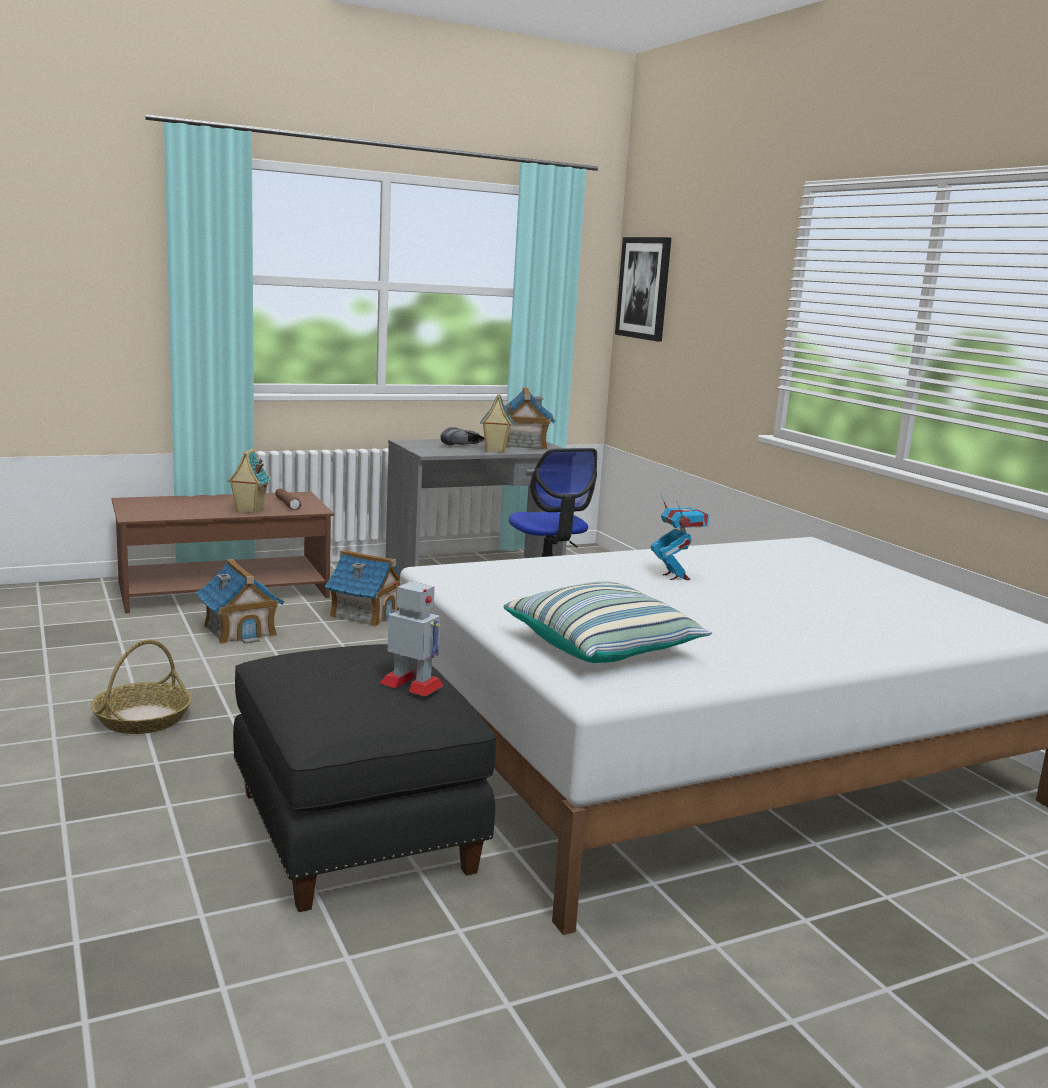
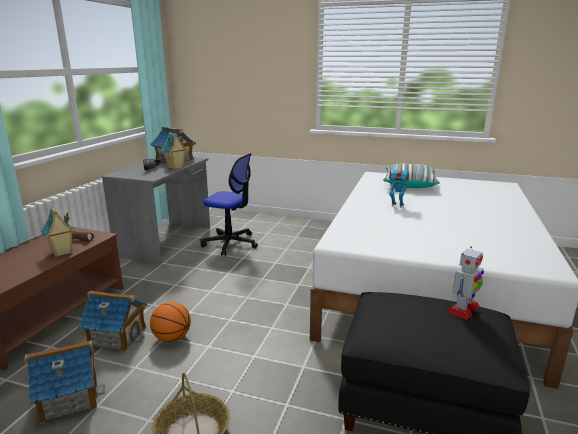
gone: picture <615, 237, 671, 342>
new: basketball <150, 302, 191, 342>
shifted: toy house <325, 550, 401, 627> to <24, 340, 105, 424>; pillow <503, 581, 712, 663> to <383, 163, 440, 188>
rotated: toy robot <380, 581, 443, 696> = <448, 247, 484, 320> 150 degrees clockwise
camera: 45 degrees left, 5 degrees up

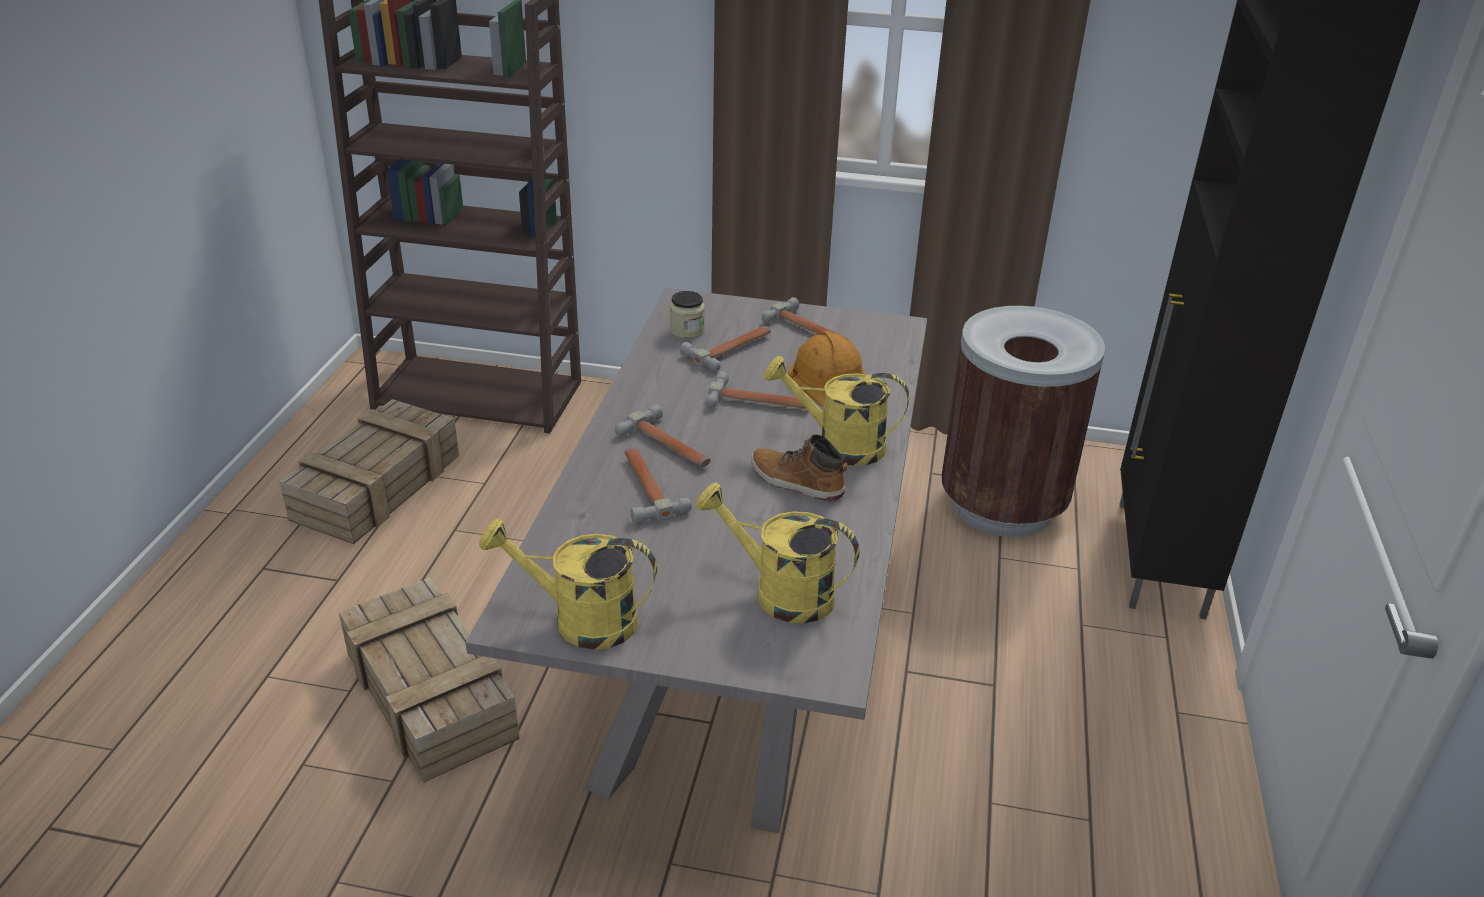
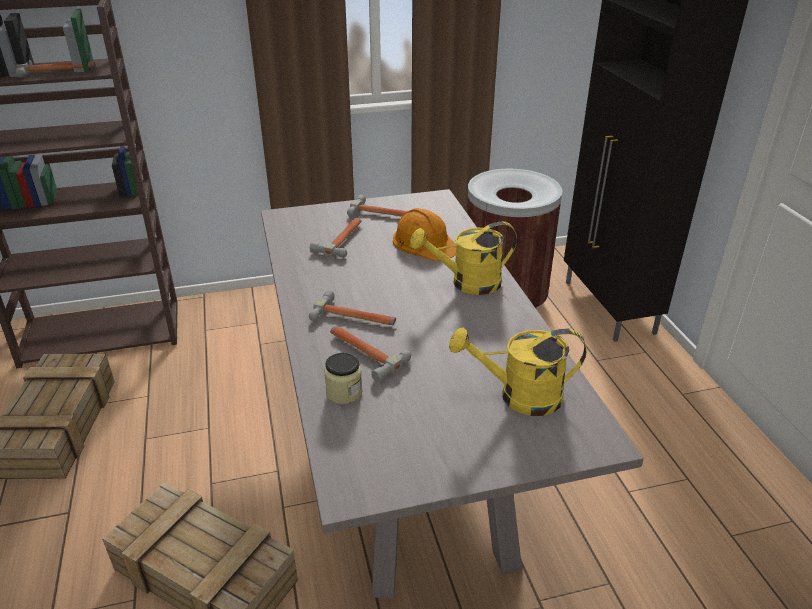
gone: yellow watering can <479, 518, 657, 650>; boot <751, 434, 848, 501>
shifted: jar <670, 291, 705, 339> to <324, 353, 362, 404>; hammer <706, 371, 806, 409> to <16, 59, 95, 78>
camera: 25 degrees left, 0 degrees up

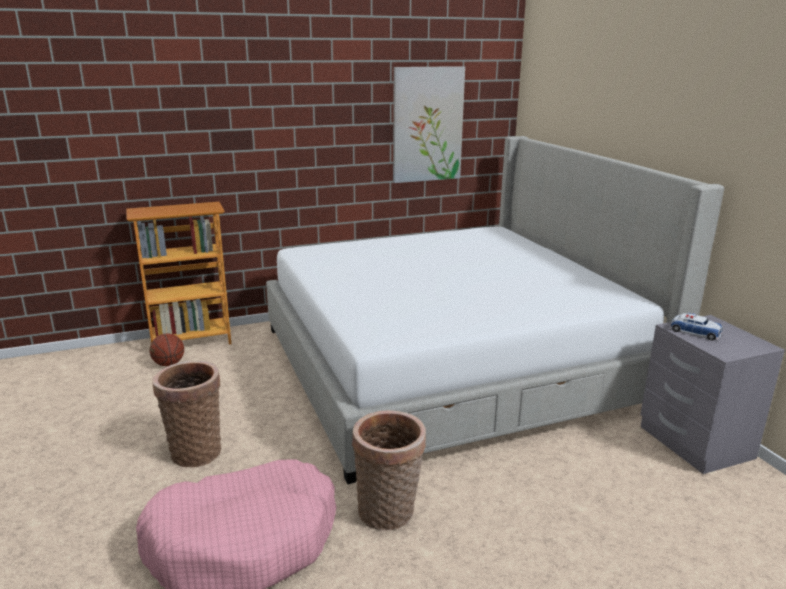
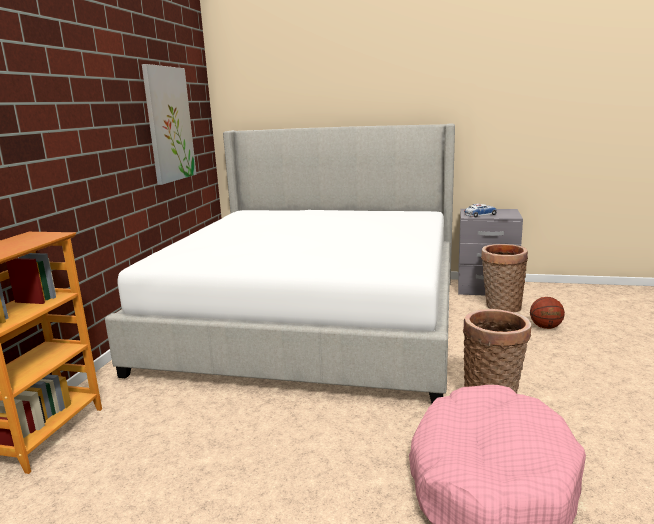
shifted: basketball <150, 333, 184, 366> to <530, 297, 565, 329>; basket <152, 361, 221, 467> to <481, 244, 528, 312>
camera: 55 degrees left, 5 degrees down

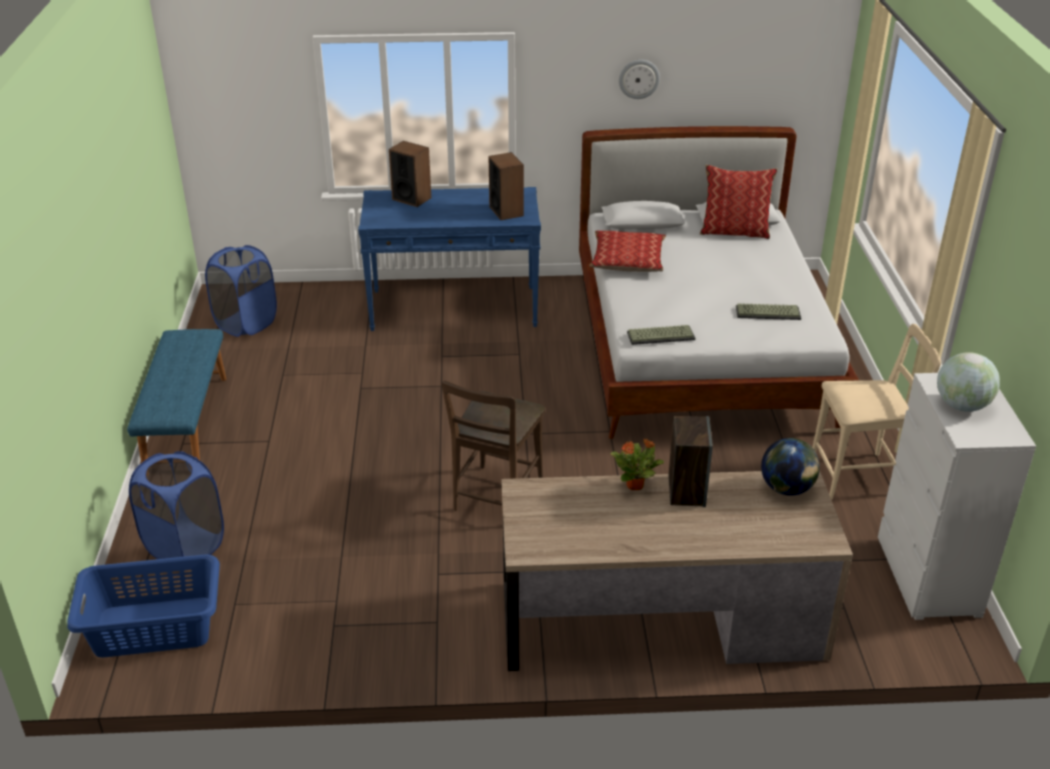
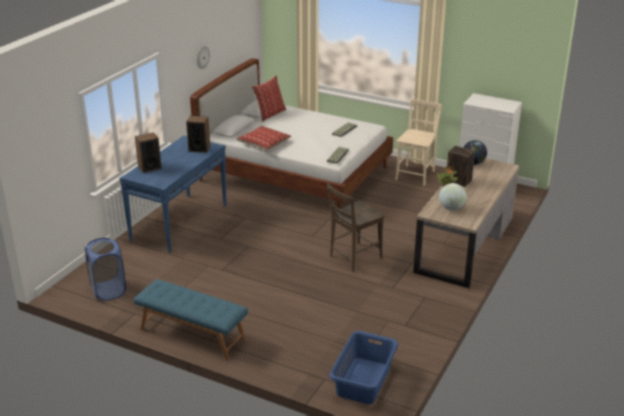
gone: blue laundry basket <129, 451, 224, 559>
shifted: globe <937, 352, 1000, 412> to <439, 183, 466, 210>
rotated: brown chair <441, 381, 545, 511> = <327, 183, 385, 272> 90 degrees clockwise
camera: 60 degrees left, 5 degrees down

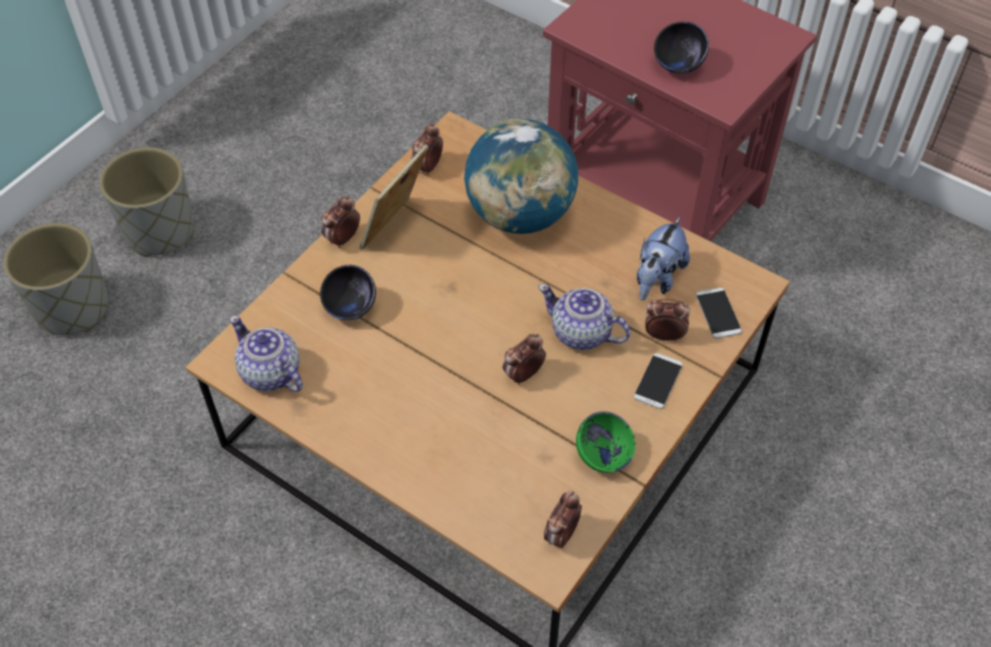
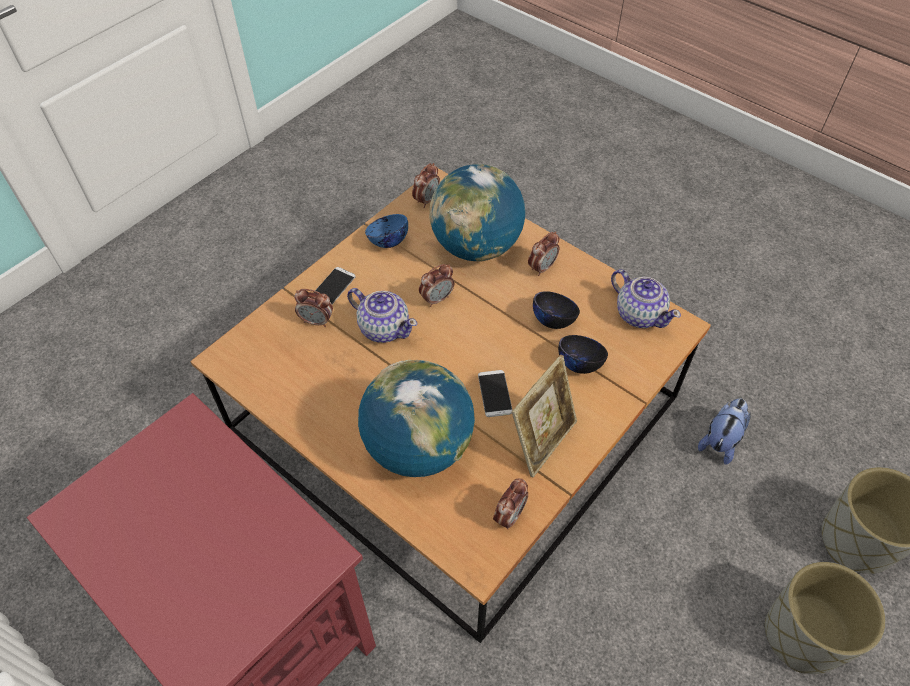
new: globe <429, 164, 525, 261>
shifted: alarm clock <321, 196, 360, 248> to <528, 231, 560, 276>; plush toy <637, 217, 690, 301> to <698, 399, 751, 465>; black bowl <654, 21, 709, 74> to <533, 291, 580, 329>; phone <696, 287, 742, 338> to <478, 370, 513, 417>
repainted: green bowl <576, 411, 636, 473> to blue bowl <365, 214, 408, 248>
camera: 175 degrees left, 0 degrees up

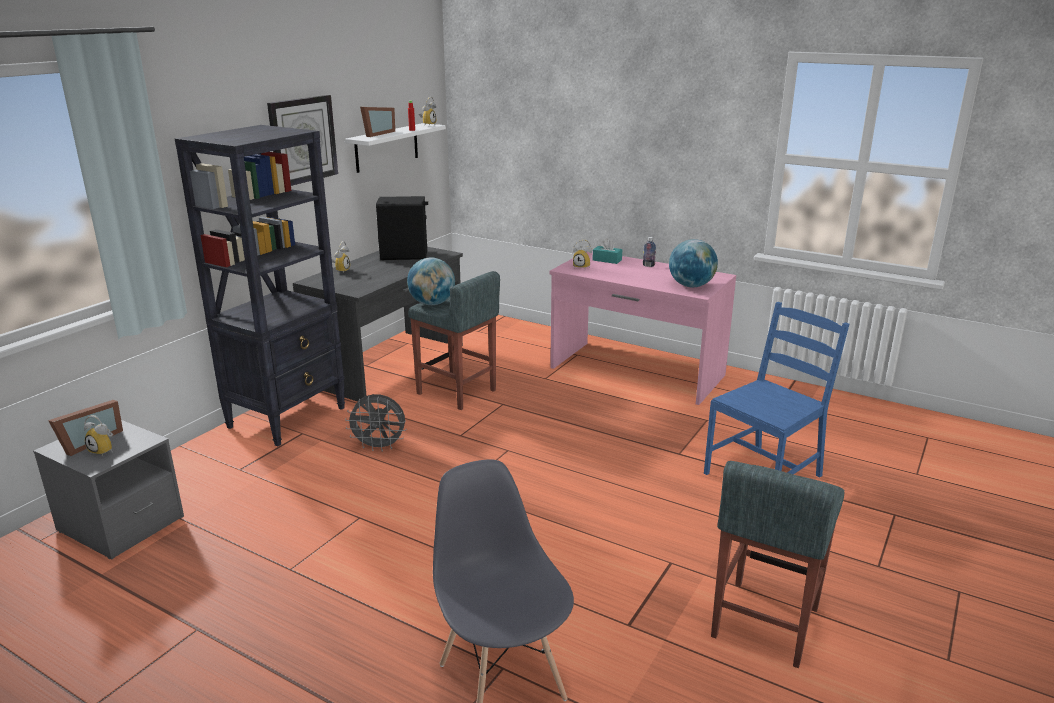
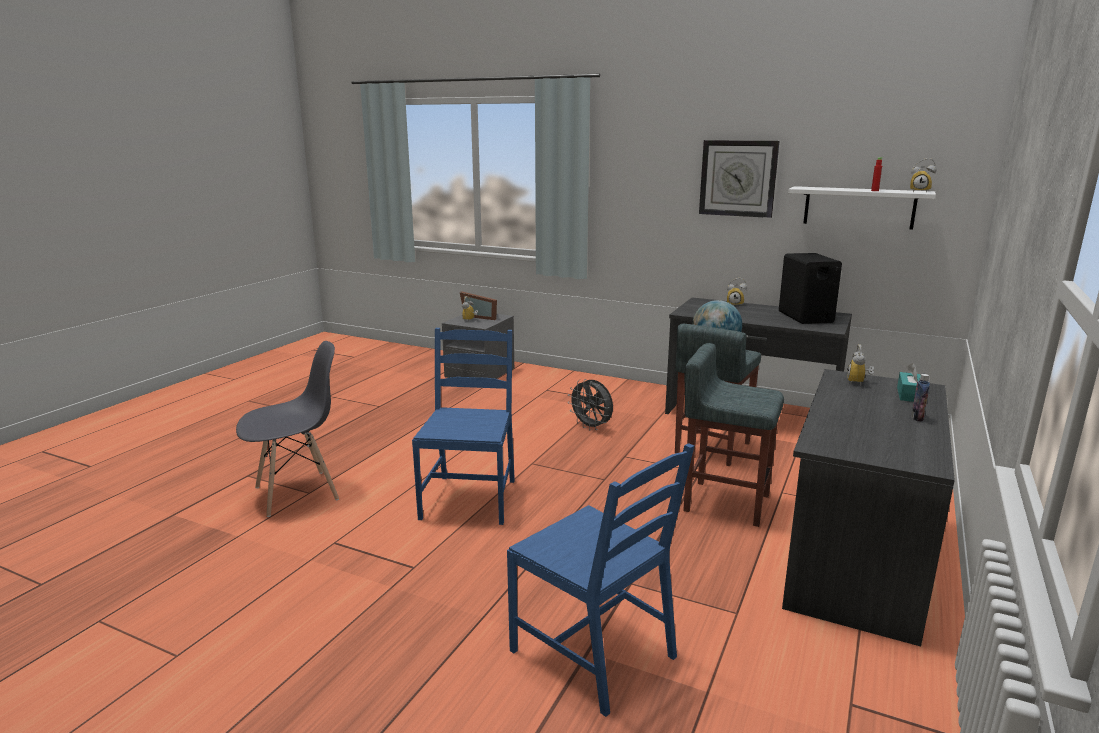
gone: black bookcase <175, 125, 345, 447>; picture frame <360, 107, 395, 137>; globe <669, 239, 718, 287>
new: blue chair <412, 328, 515, 525>
shifted: grey stool <711, 461, 844, 668> to <683, 343, 784, 527>
repainted: pink desk <549, 251, 736, 405> to grey desk <782, 369, 955, 647>
rotated: grey fan <345, 394, 406, 452> = <568, 379, 613, 430> 45 degrees counterclockwise
camera: 85 degrees right, 5 degrees down

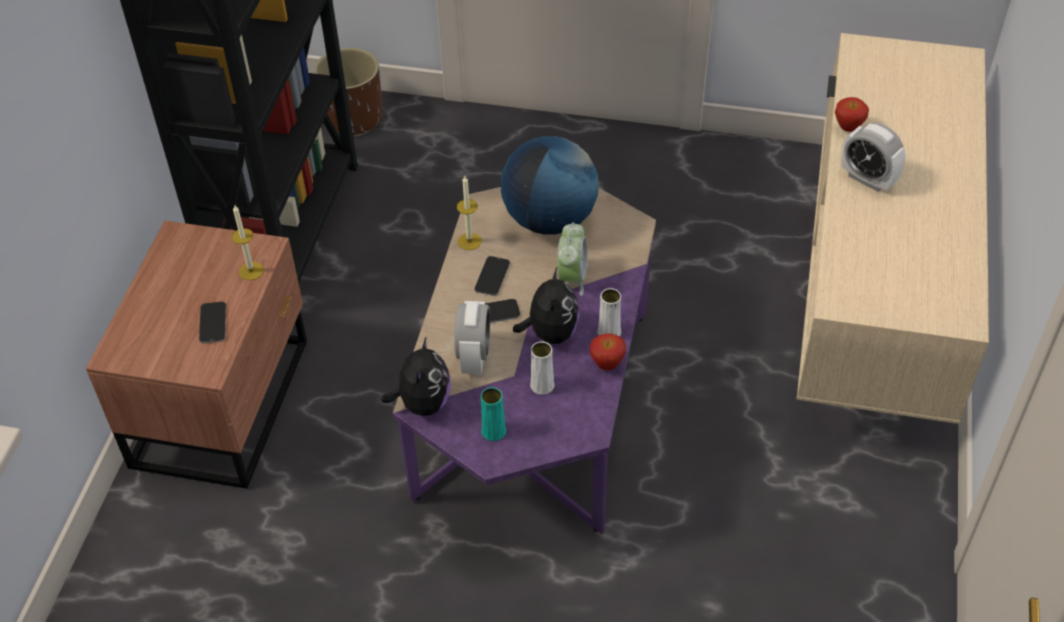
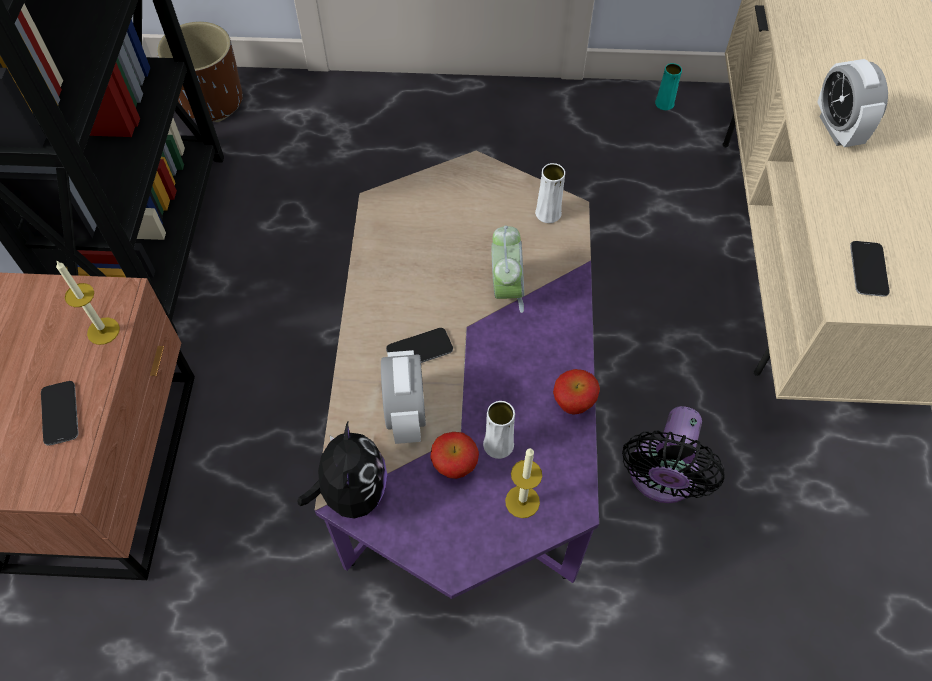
gone: globe <501, 136, 598, 235>; plush toy <513, 266, 580, 344>
new: black fan <622, 406, 725, 503>
shifted: candle <457, 176, 482, 250> to <505, 448, 542, 518>; phone <474, 256, 510, 296> to <850, 241, 890, 296>; turquoise vase <481, 387, 506, 441> to <655, 63, 682, 110>; white vase <598, 288, 621, 337> to <535, 163, 565, 223>; apple <835, 97, 869, 132> to <430, 432, 479, 479>
rotated: alarm clock <841, 123, 906, 192> = <818, 59, 888, 147> 45 degrees clockwise
camera: 10 degrees left, 10 degrees up

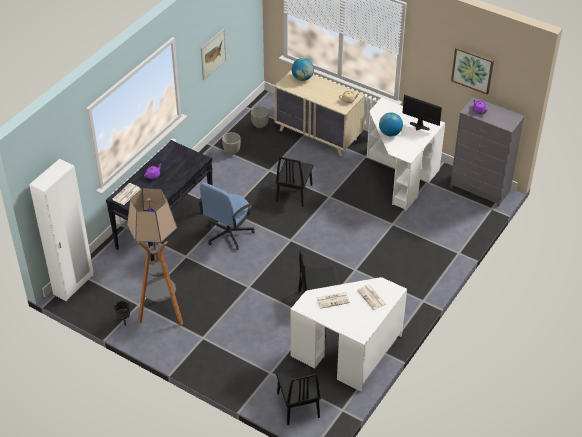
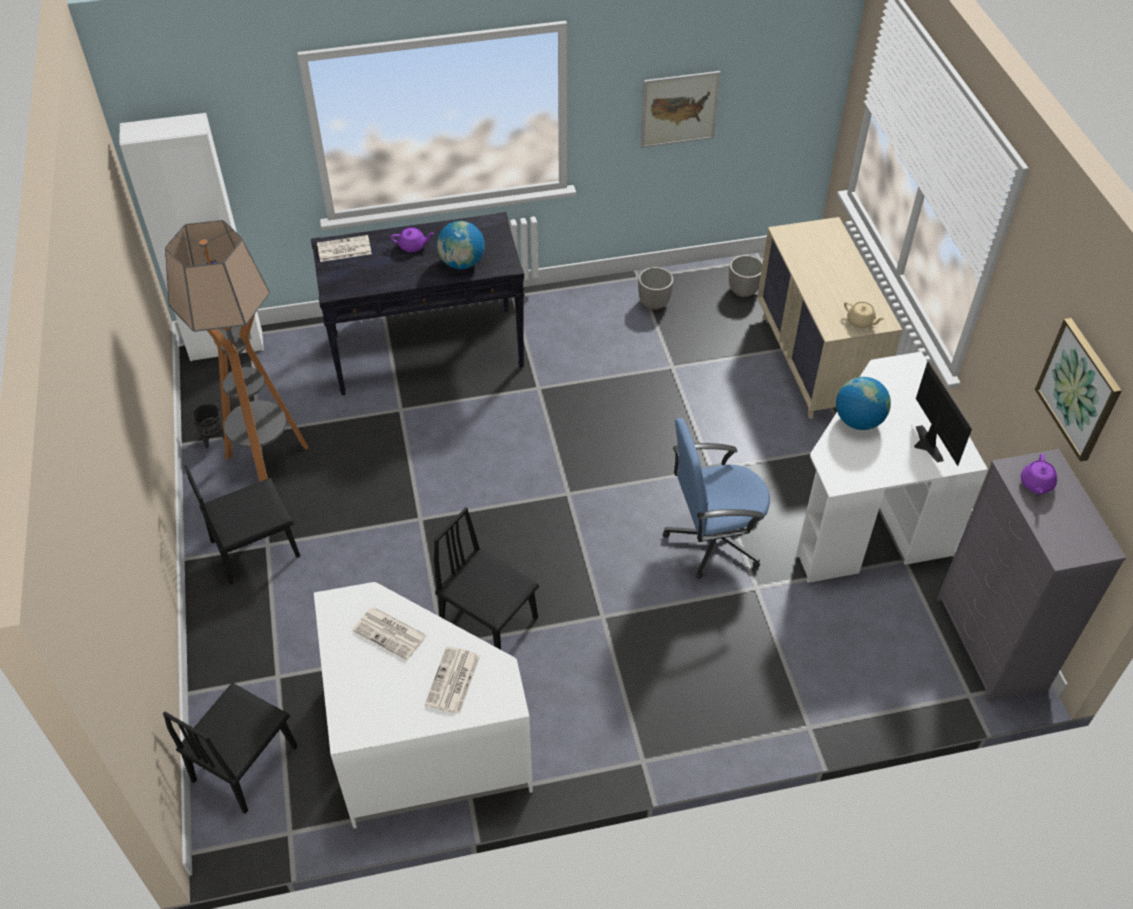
shifted: blue office chair <198, 182, 255, 250> to <663, 418, 770, 579>; black chair <276, 157, 314, 207> to <184, 465, 300, 585>; globe <292, 58, 314, 81> to <437, 221, 485, 269>
camera: 45 degrees right, 5 degrees up

